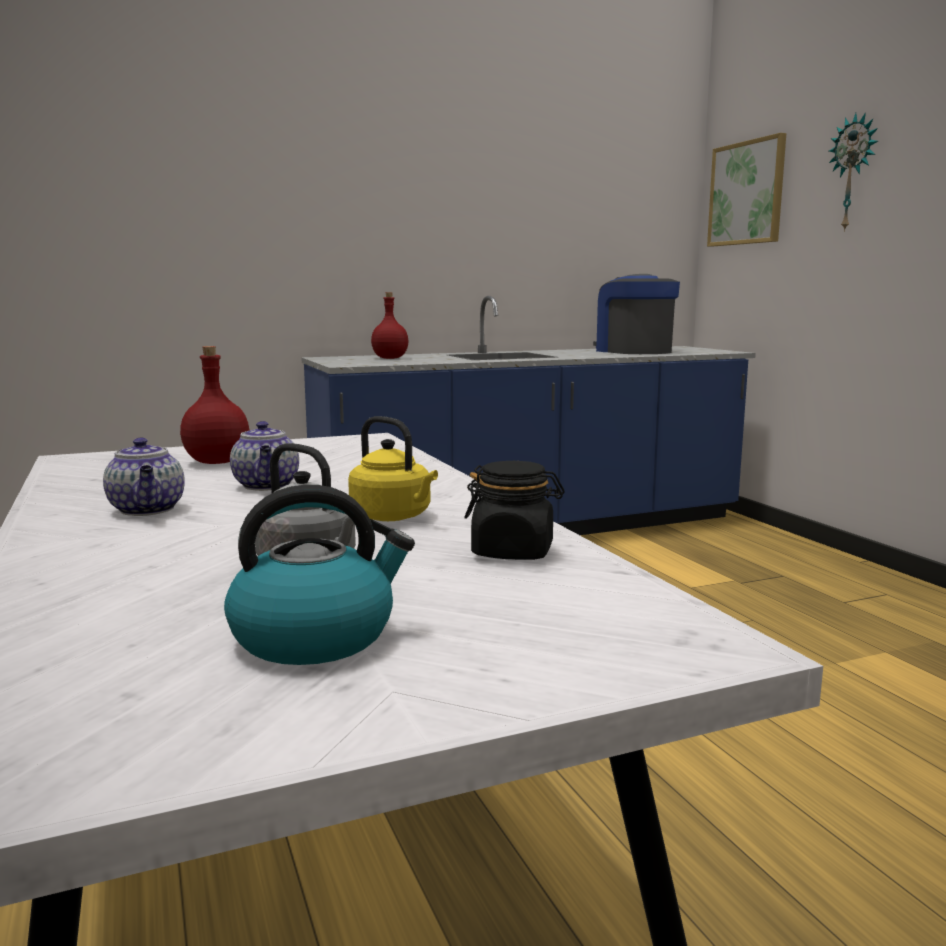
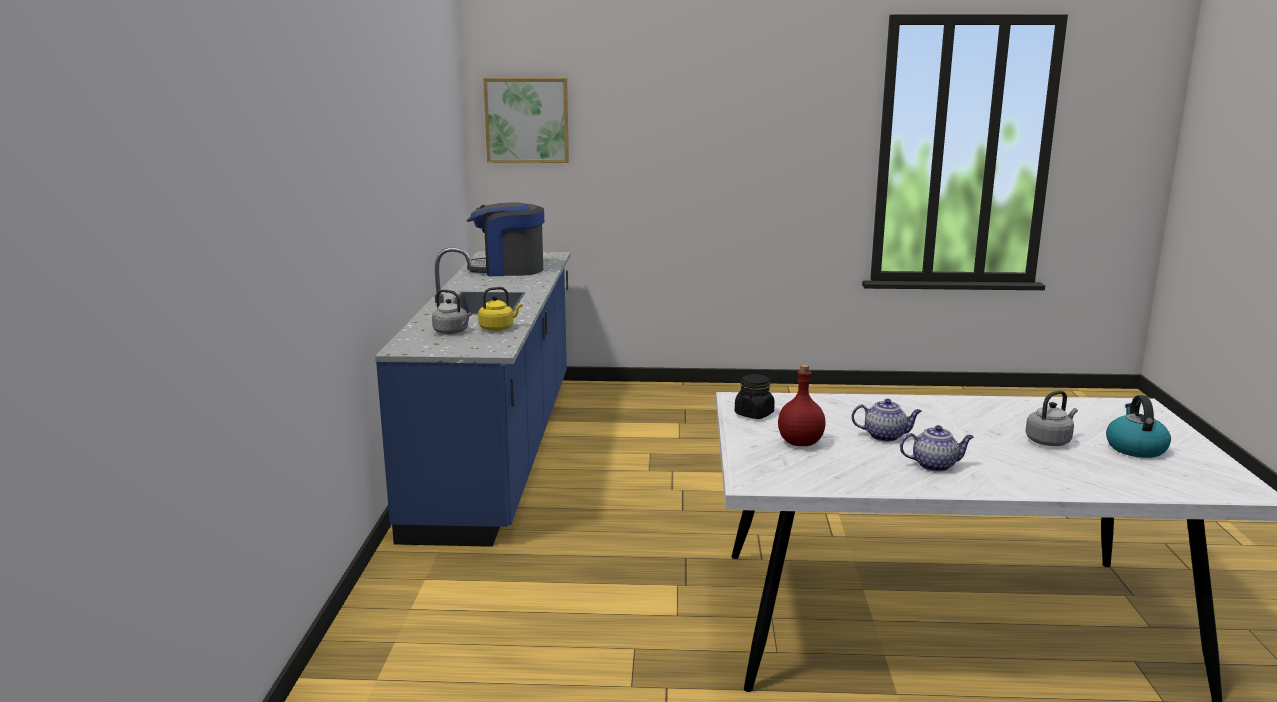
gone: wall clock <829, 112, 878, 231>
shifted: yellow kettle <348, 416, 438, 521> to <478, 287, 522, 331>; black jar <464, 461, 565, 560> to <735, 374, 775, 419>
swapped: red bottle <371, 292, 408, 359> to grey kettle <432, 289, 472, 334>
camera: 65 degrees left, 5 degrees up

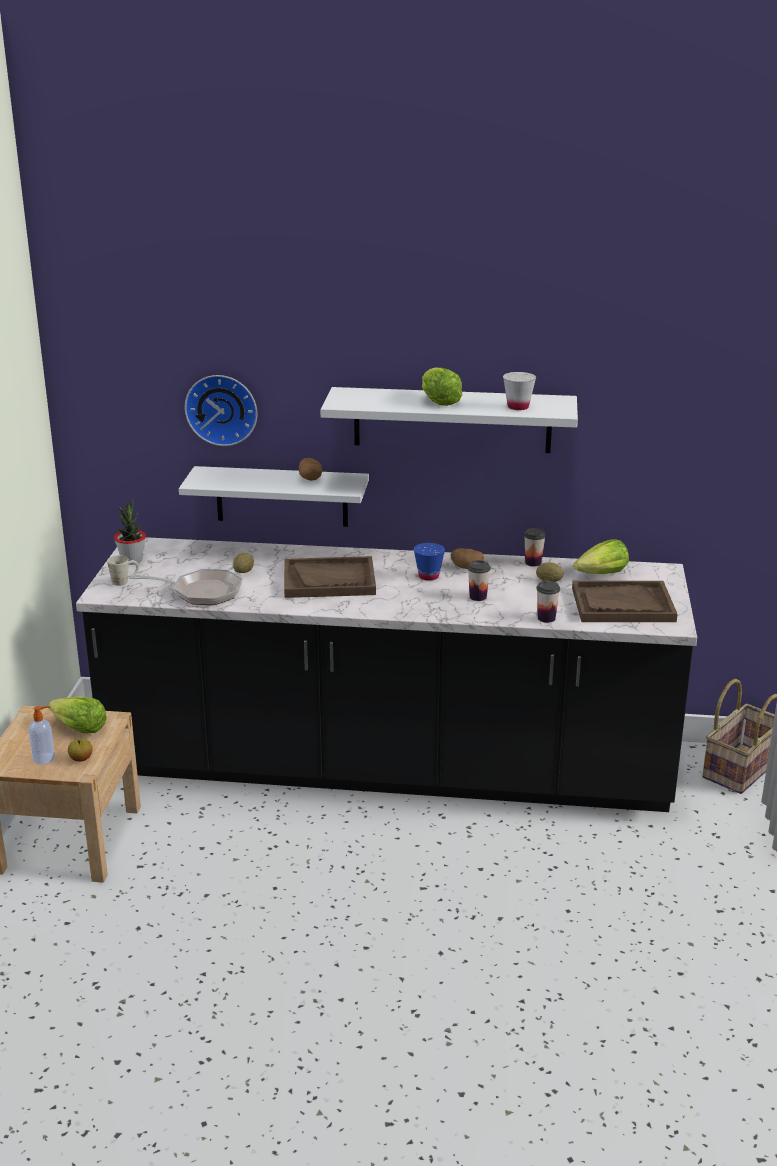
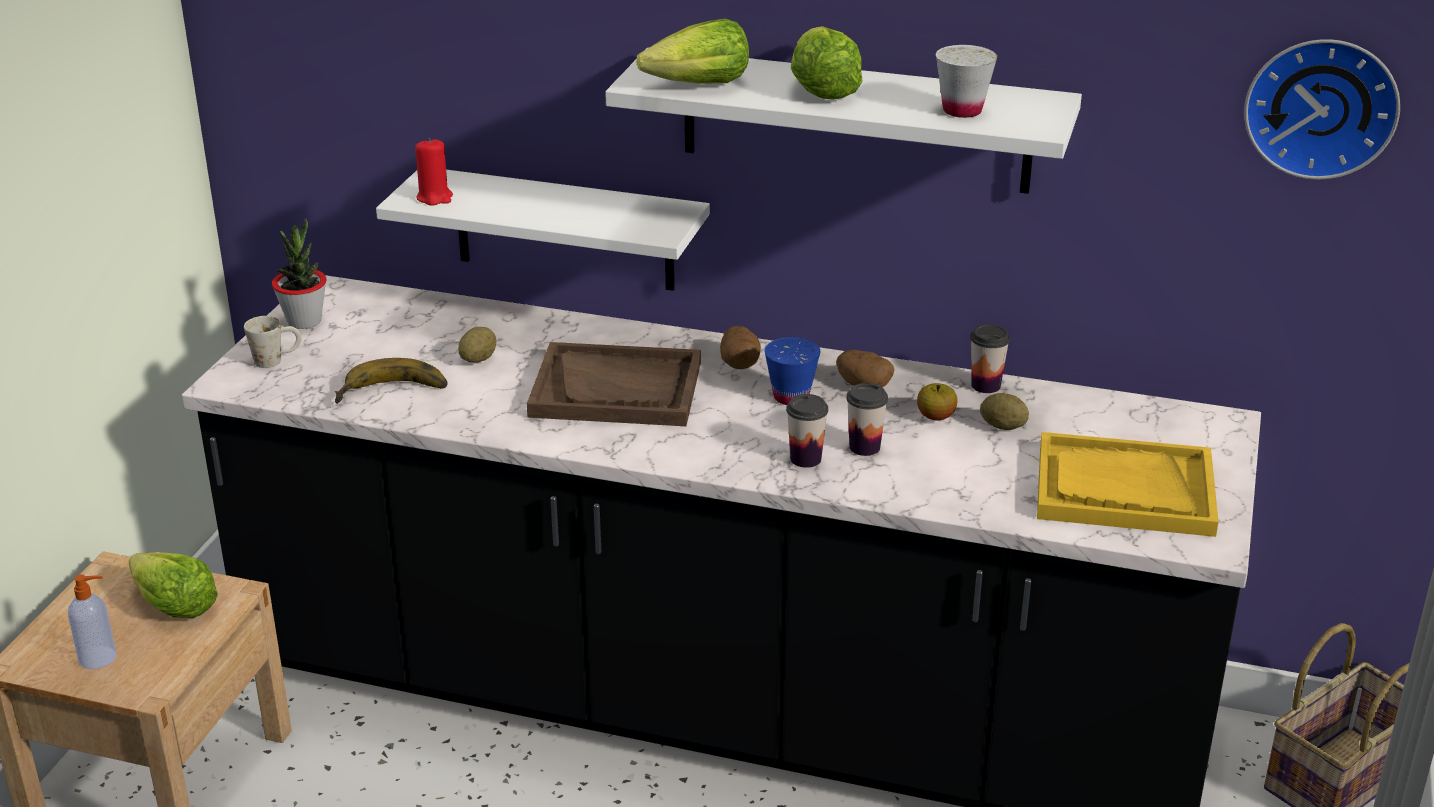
new: red candle <415, 138, 453, 206>
shifted: apple <68, 739, 92, 762> to <917, 383, 958, 421>; wall clock <185, 375, 257, 446> to <1244, 39, 1400, 180>; potato <299, 458, 322, 481> to <720, 326, 761, 369>; cup <536, 581, 560, 623> to <786, 394, 828, 468>; lettuce <574, 539, 629, 574> to <636, 19, 749, 84>
swapped: frying pan <129, 569, 243, 605> to banana <335, 358, 448, 404>
repainted: brown tray <572, 581, 678, 622> to yellow tray <1037, 432, 1219, 537>
camera: 10 degrees right, 5 degrees up

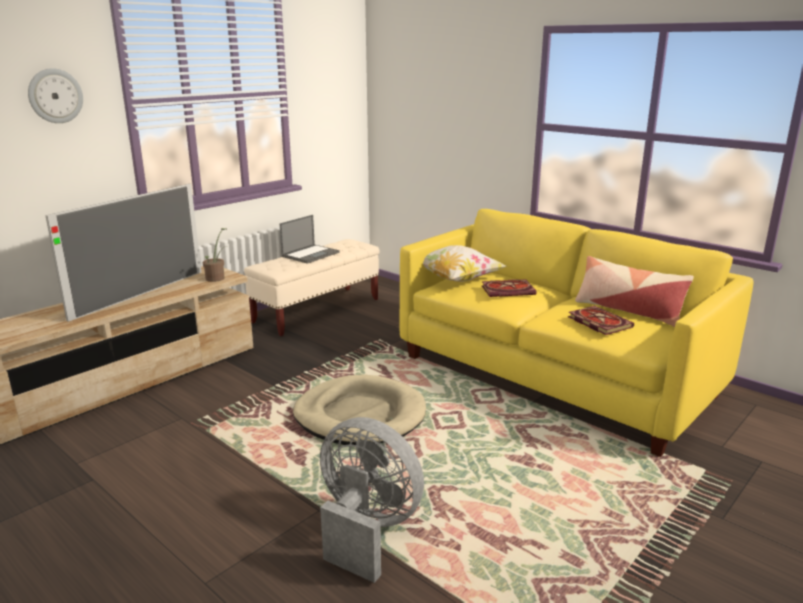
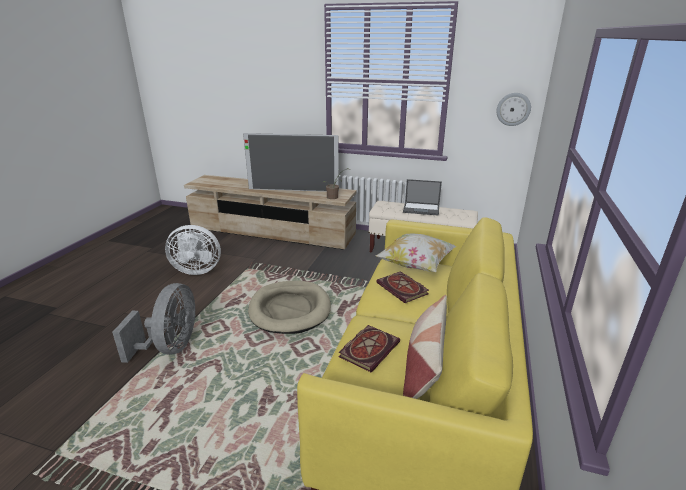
new: white fan <165, 225, 221, 275>
shifted: wall clock <28, 68, 83, 123> to <497, 93, 531, 126>
camera: 65 degrees right, 5 degrees up

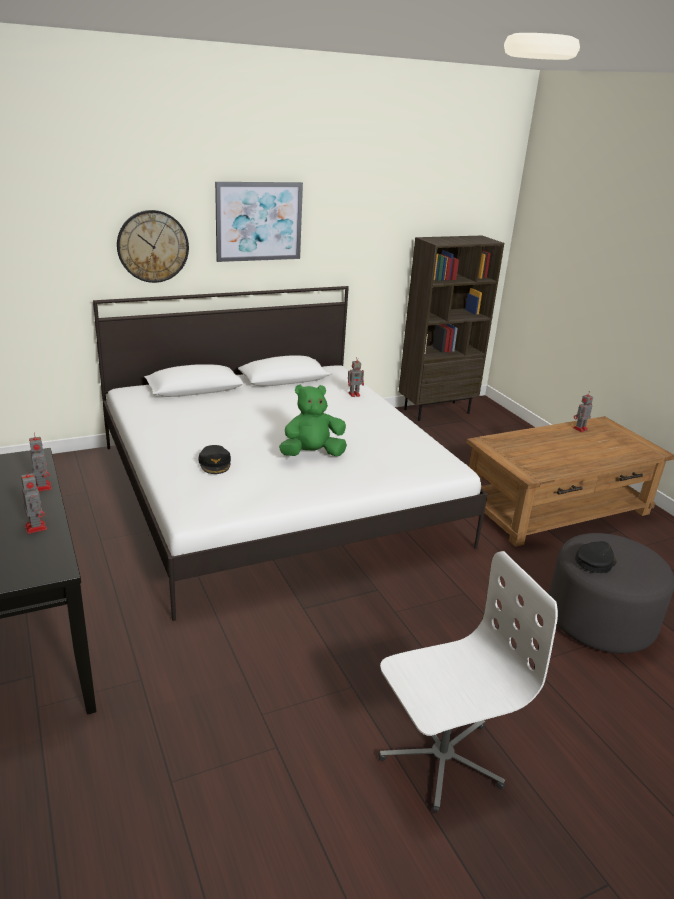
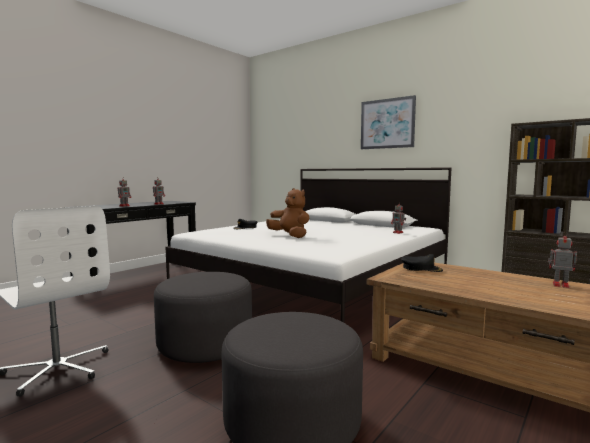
gone: wall clock <117, 210, 189, 283>
new: grey ottoman <154, 272, 252, 363>
shifted: black cap <575, 541, 617, 573> to <401, 254, 443, 272>
repainted: green plush toy <279, 385, 347, 456> to brown plush toy <266, 188, 309, 238>
camera: 65 degrees right, 20 degrees down

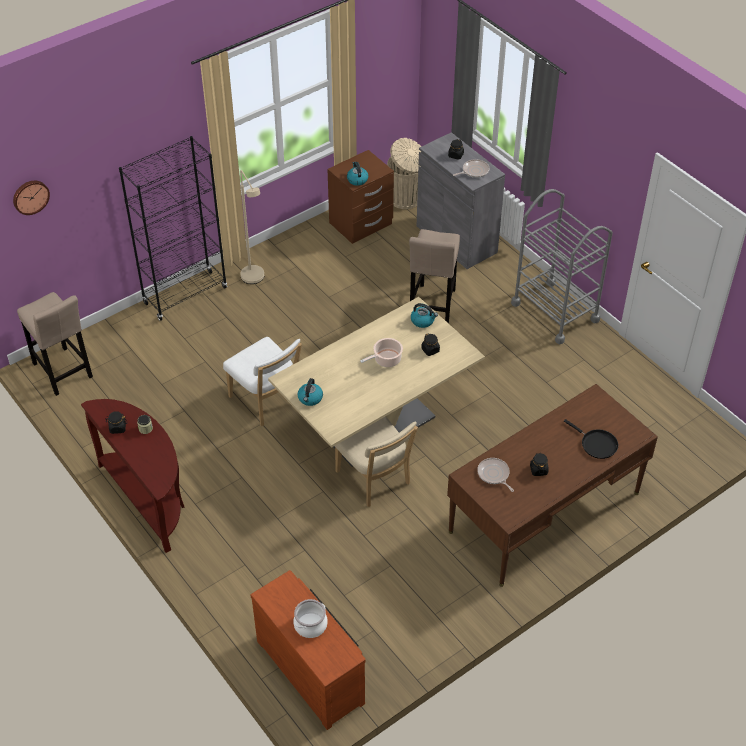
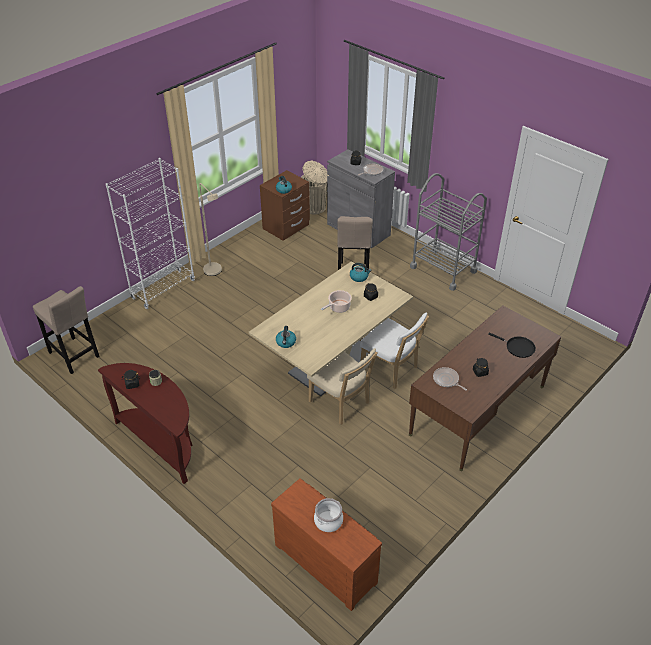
gone: wall clock <13, 181, 50, 215>
shifted: white chair <223, 337, 302, 426> to <360, 312, 429, 389>
repainted: black bookcase <119, 136, 227, 321> to white bookcase <106, 158, 195, 309>
camera: 10 degrees left, 5 degrees down

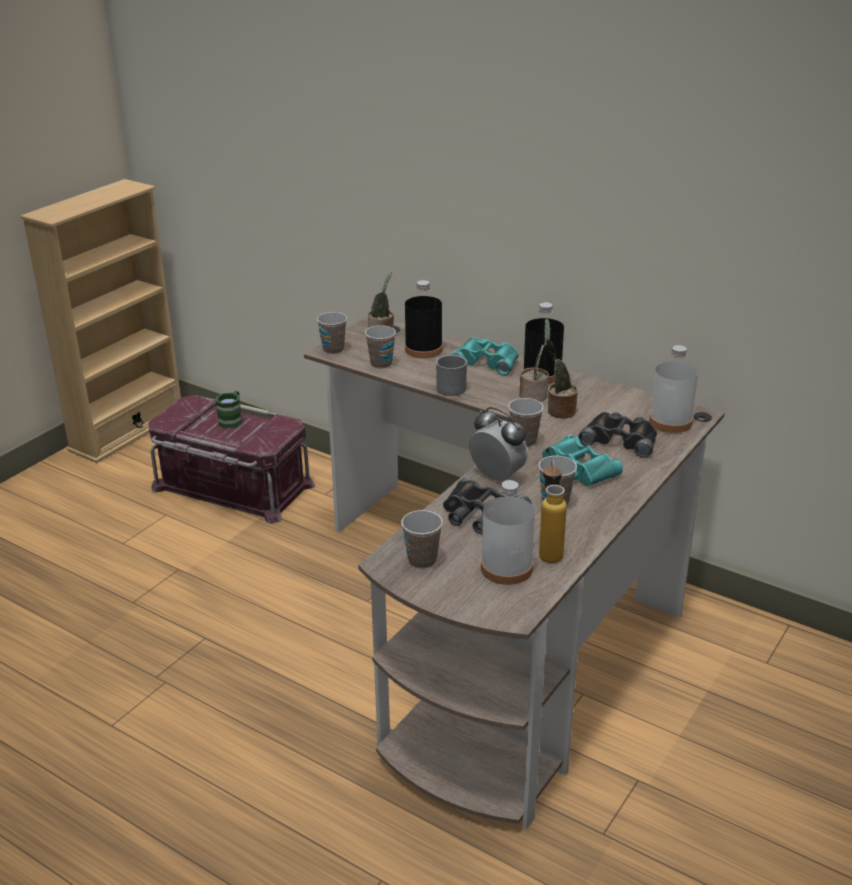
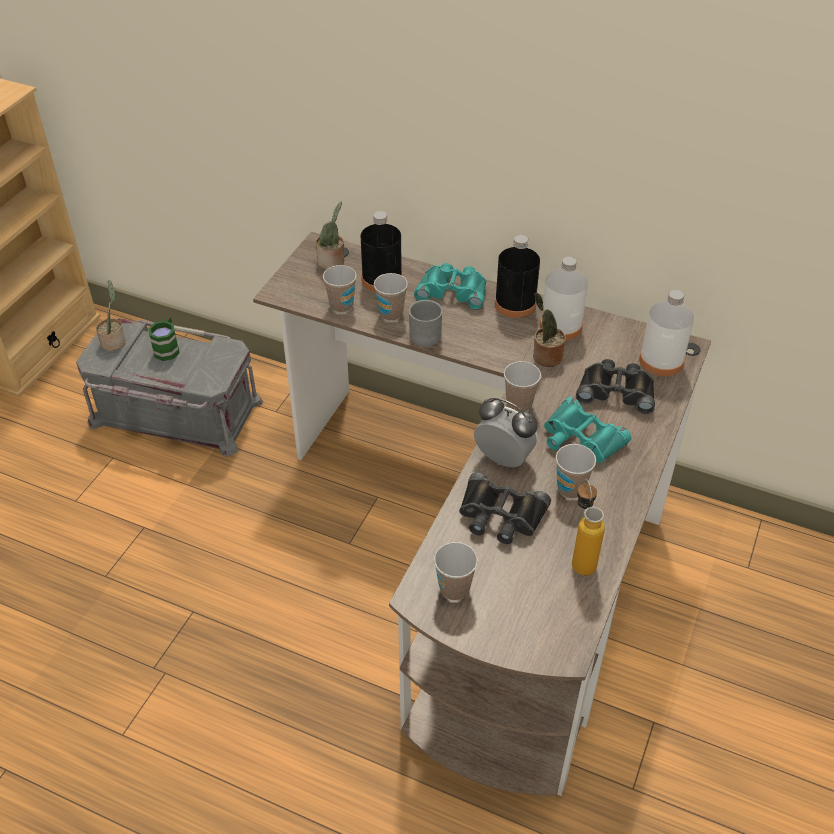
shifted: cup <317, 312, 347, 354> to <374, 273, 408, 321>; white bottle <481, 480, 535, 585> to <540, 257, 588, 341>; potted plant <520, 319, 551, 402> to <96, 280, 126, 351>
repainted: red storage box <148, 395, 315, 524> to grey storage box <76, 318, 263, 457>
camera: 10 degrees left, 15 degrees up

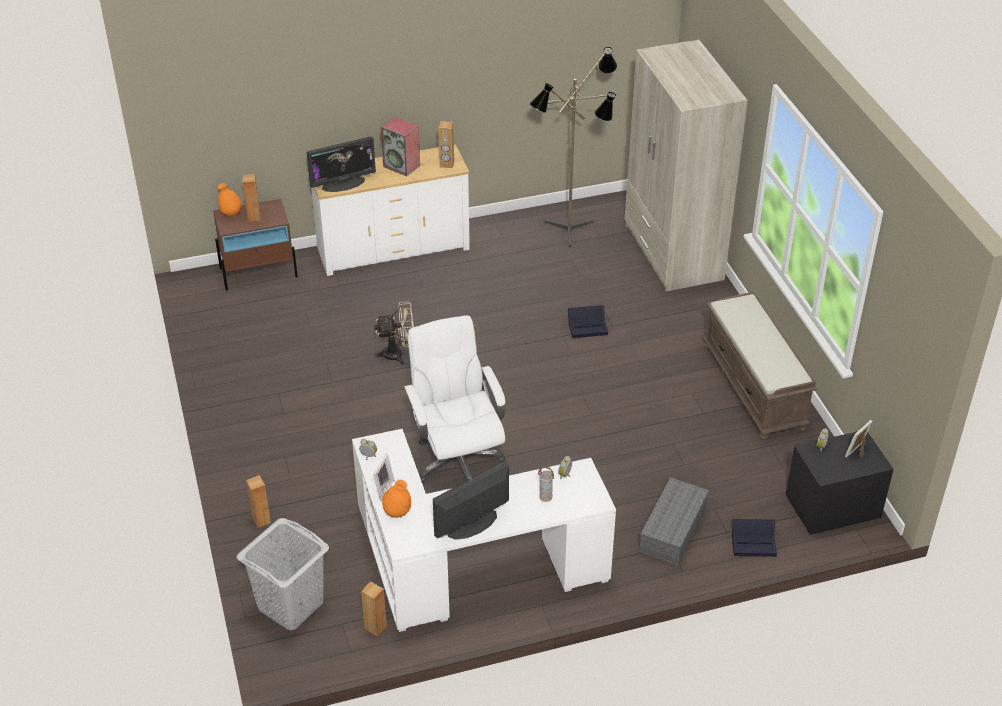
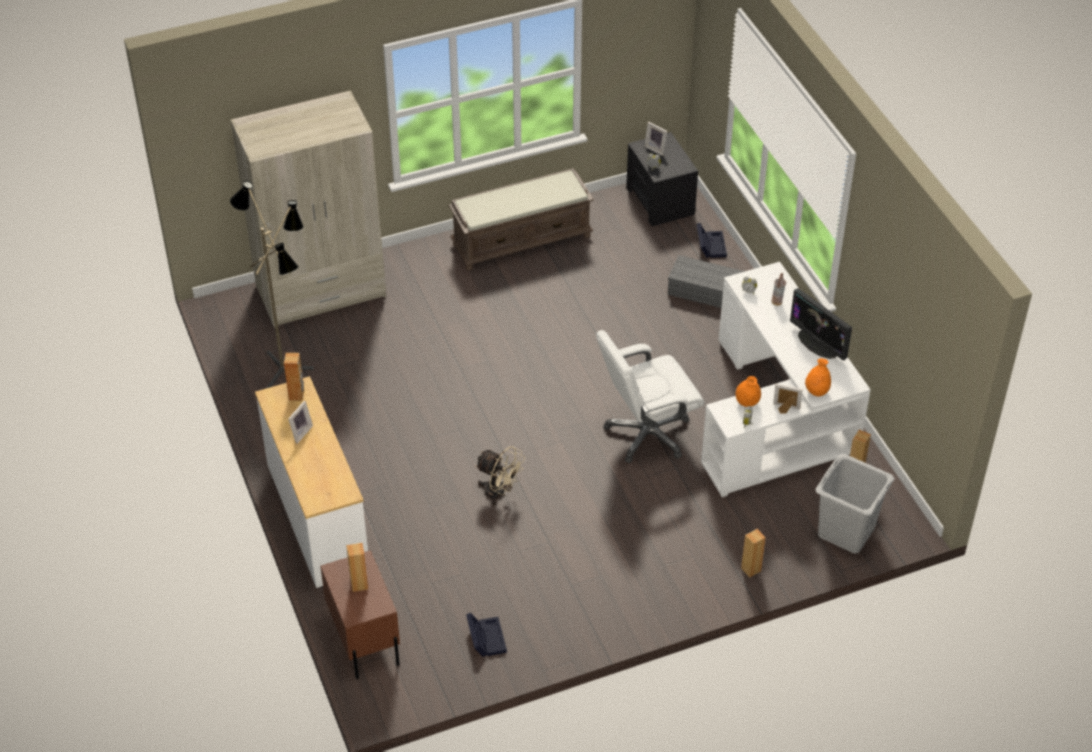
gone: monitor <307, 136, 376, 192>
shifted: orange vase <218, 183, 242, 216> to <736, 376, 761, 407>; black storage box <568, 305, 608, 338> to <466, 613, 507, 657>
swapped: speaker <381, 117, 420, 176> to picture frame <288, 401, 313, 444>
rotated: beige fan <374, 302, 414, 365> = <475, 446, 525, 506> 135 degrees clockwise
camera: 95 degrees left, 5 degrees up

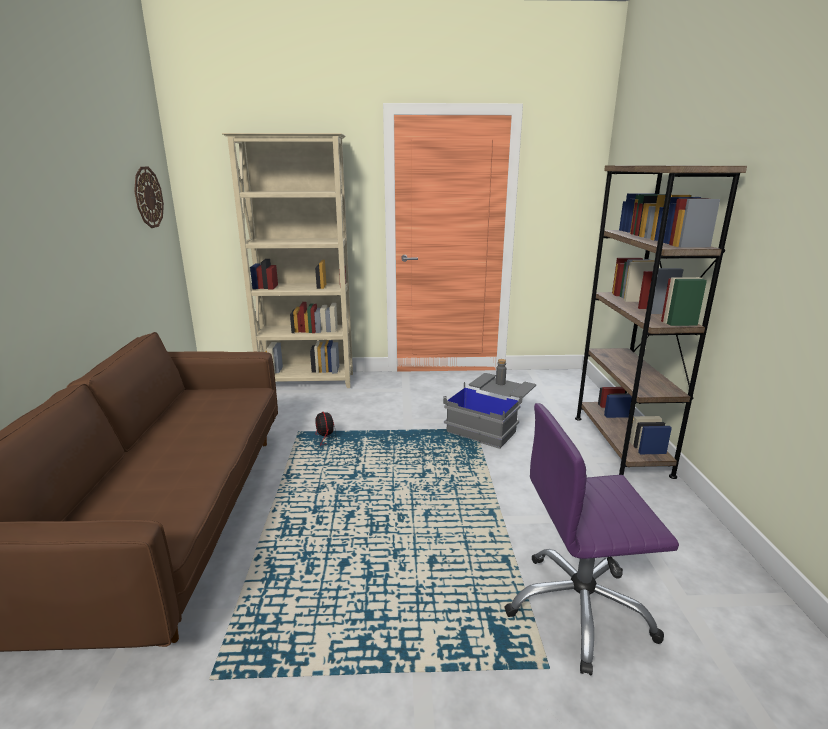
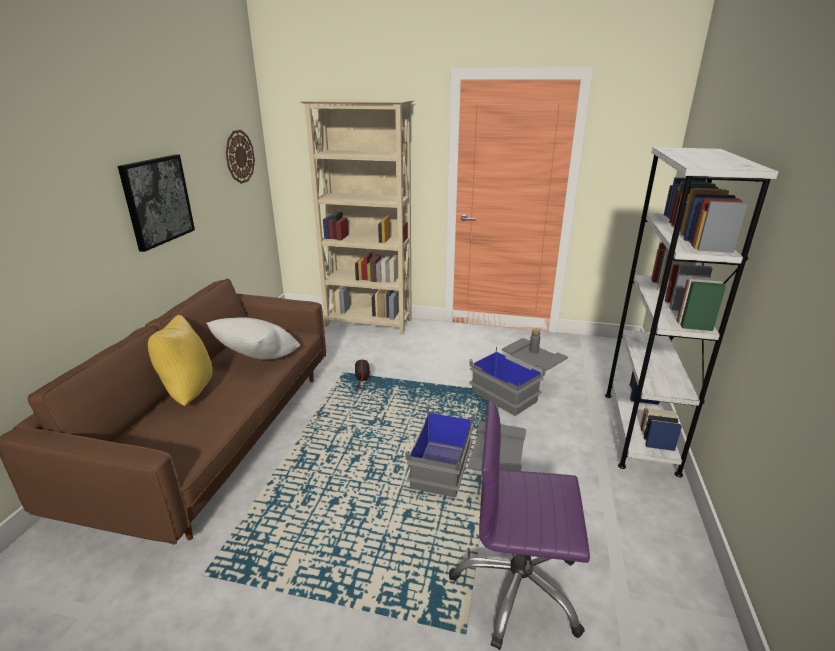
new: picture <118, 155, 195, 252>; yellow pillow <148, 315, 213, 406>; white pillow <207, 317, 300, 360>; grey storage box <406, 406, 526, 498>
repainted: brown bookcase <575, 165, 747, 479> to white bookcase <605, 147, 778, 477>
camera: 15 degrees right, 5 degrees up

